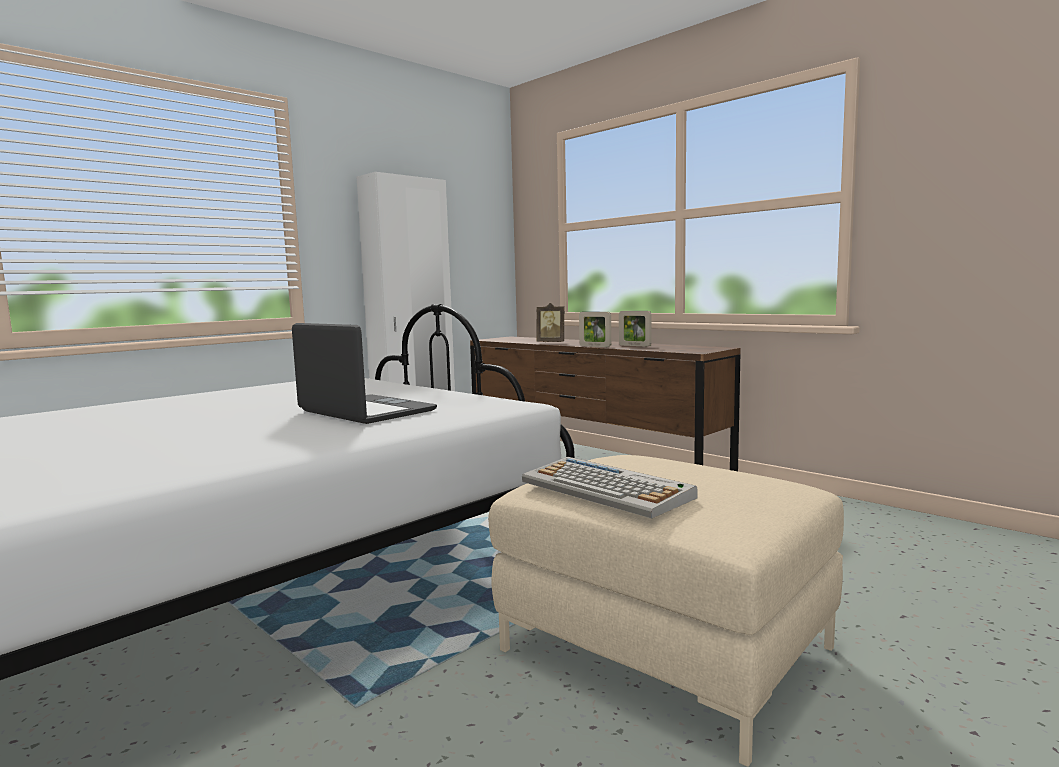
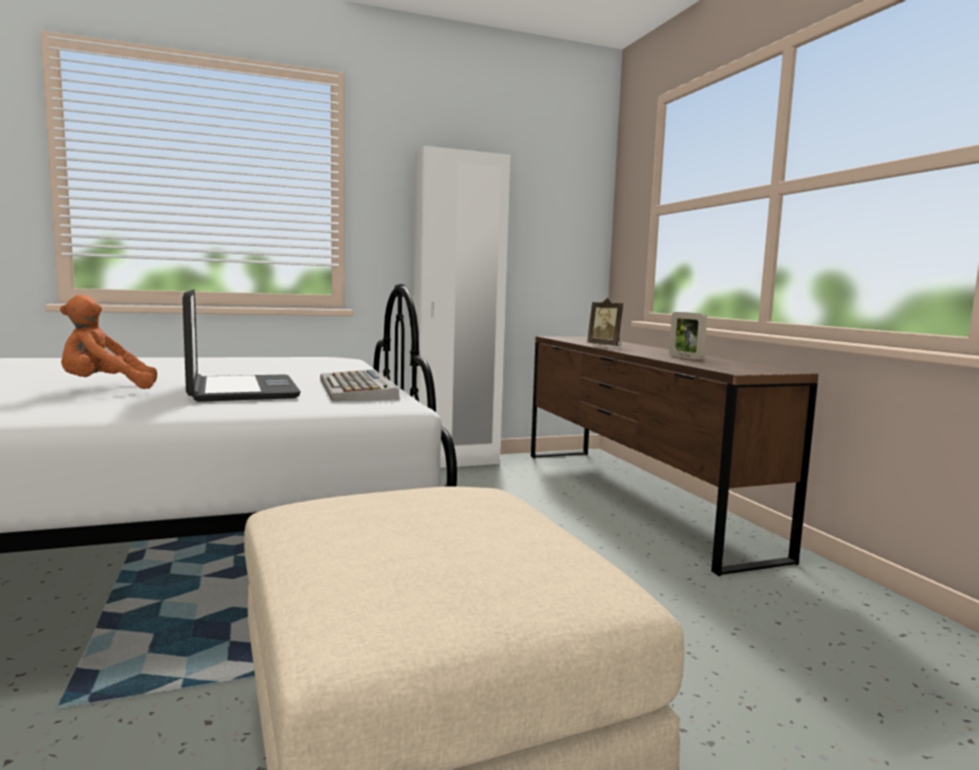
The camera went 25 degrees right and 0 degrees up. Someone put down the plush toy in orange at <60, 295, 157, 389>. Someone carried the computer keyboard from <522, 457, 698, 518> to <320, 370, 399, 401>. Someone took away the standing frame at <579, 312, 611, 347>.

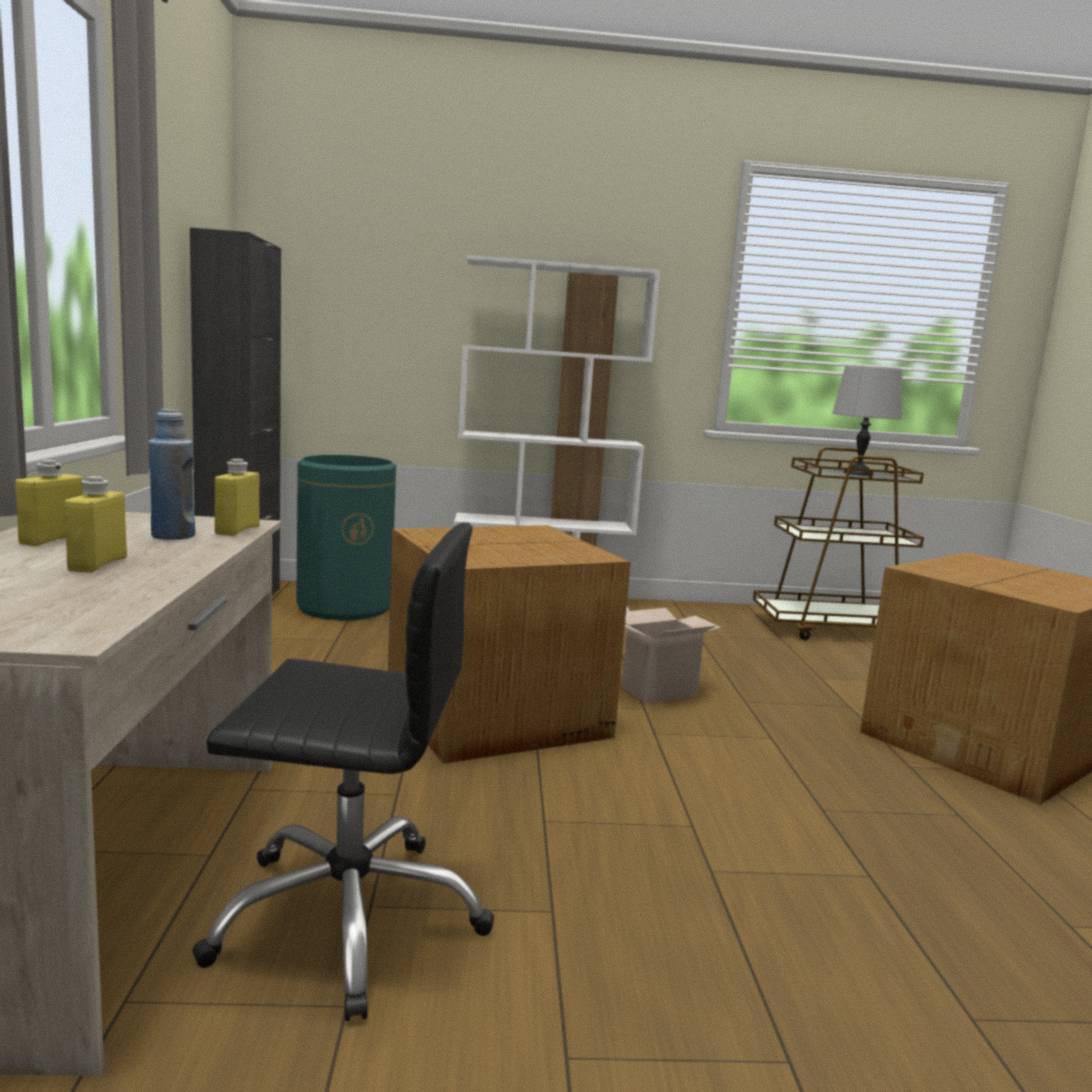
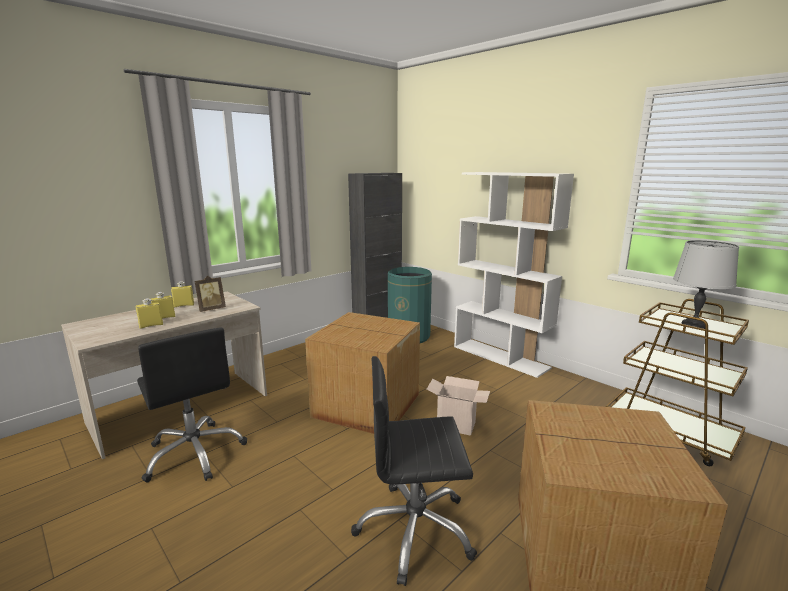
The camera went 50 degrees right and 5 degrees up. Someone carried the beverage bottle in yellowish from <214, 459, 260, 536> to <136, 298, 163, 329>. Someone swapped the beverage bottle in blue at <148, 409, 195, 540> for the standing frame at <194, 276, 226, 312>. Someone put down the computer chair in black-coloured at <351, 356, 477, 586>.

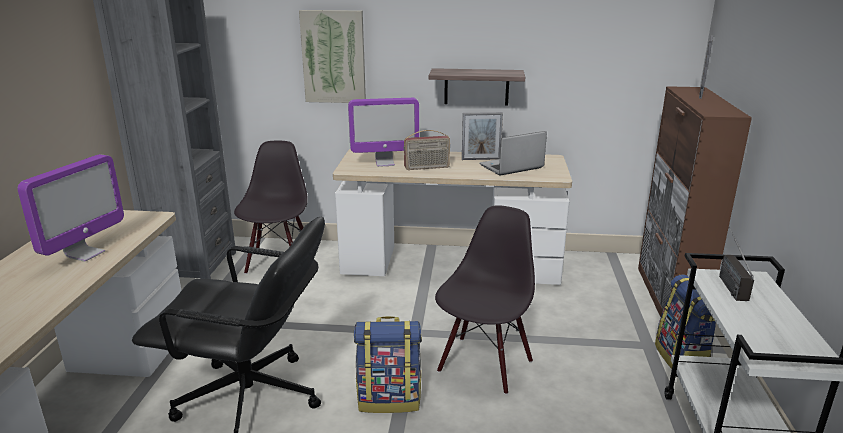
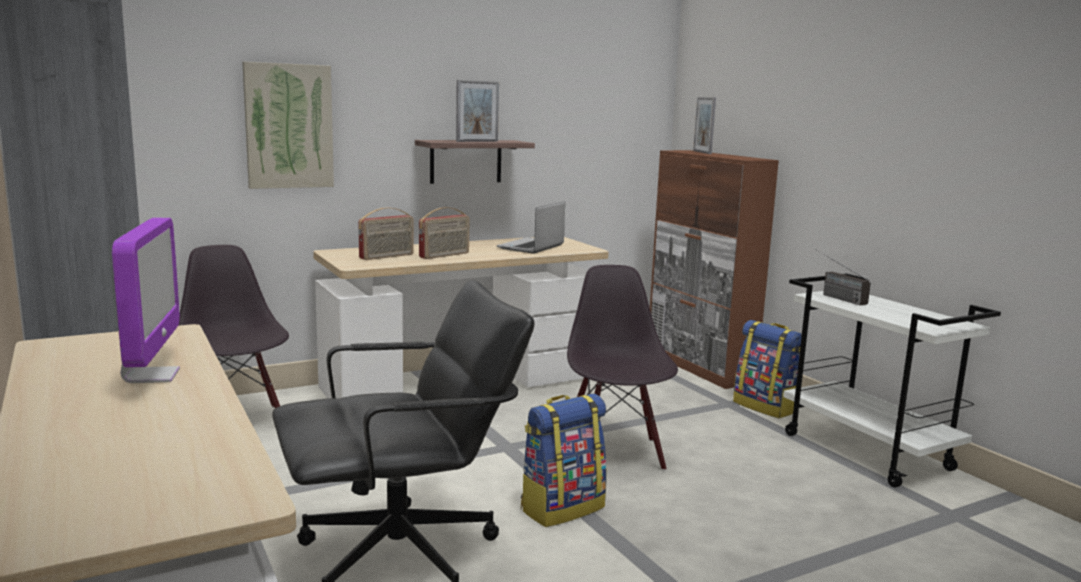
The camera went 35 degrees left and 10 degrees down. Someone swapped the monitor at <348, 98, 419, 167> for the radio at <358, 207, 414, 260>. Someone carried the standing frame from <462, 112, 503, 160> to <456, 80, 499, 142>.

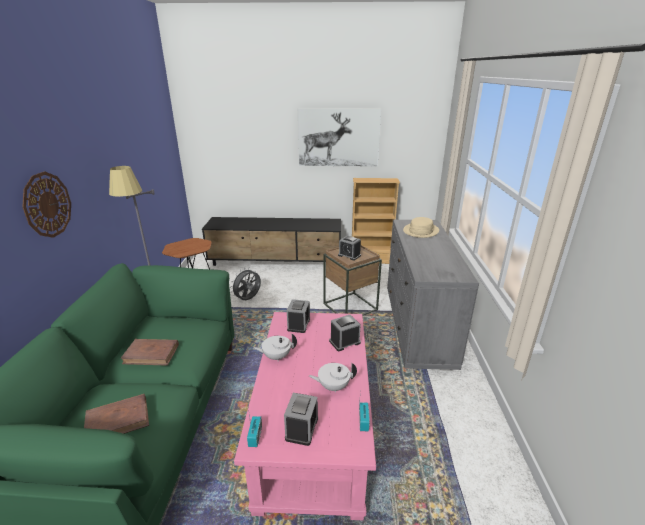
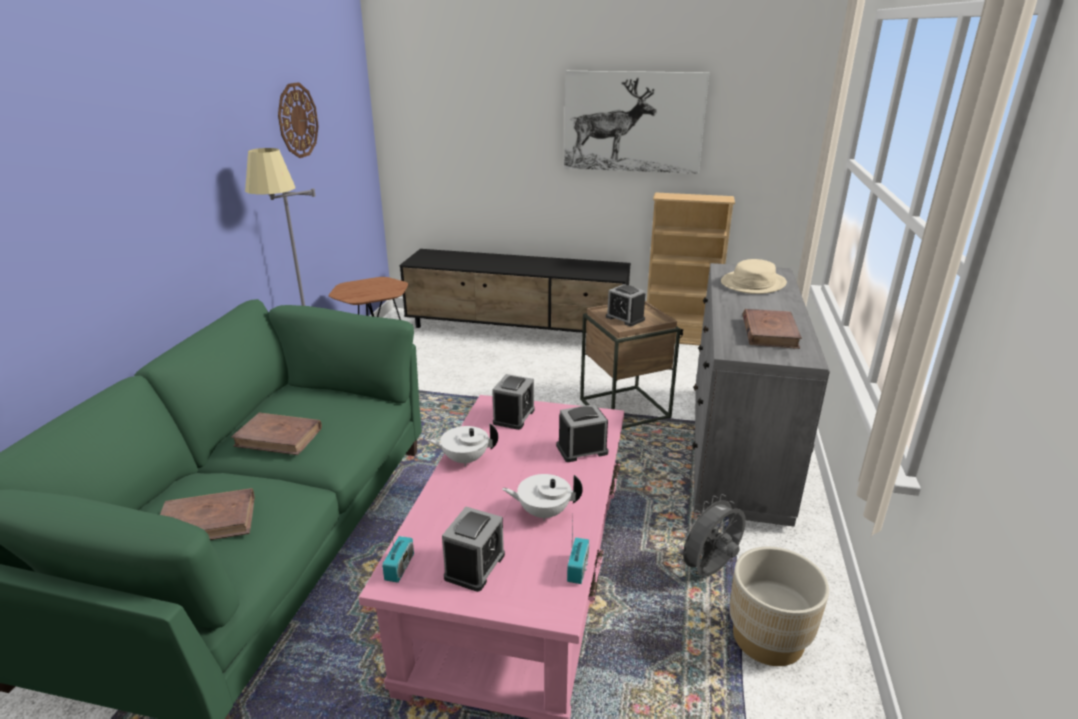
The camera went 10 degrees right and 0 degrees up. Someone carried the hanging clock from <22, 172, 71, 238> to <278, 82, 319, 158>. Someone carried the fan in greyish from <230, 268, 261, 300> to <676, 494, 746, 576>. Someone put down the planter in sand-coloured at <730, 547, 829, 666>. Someone put down the book in brown at <743, 309, 802, 349>.

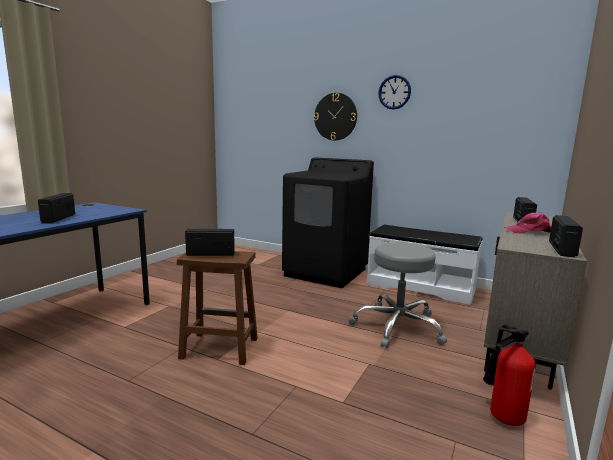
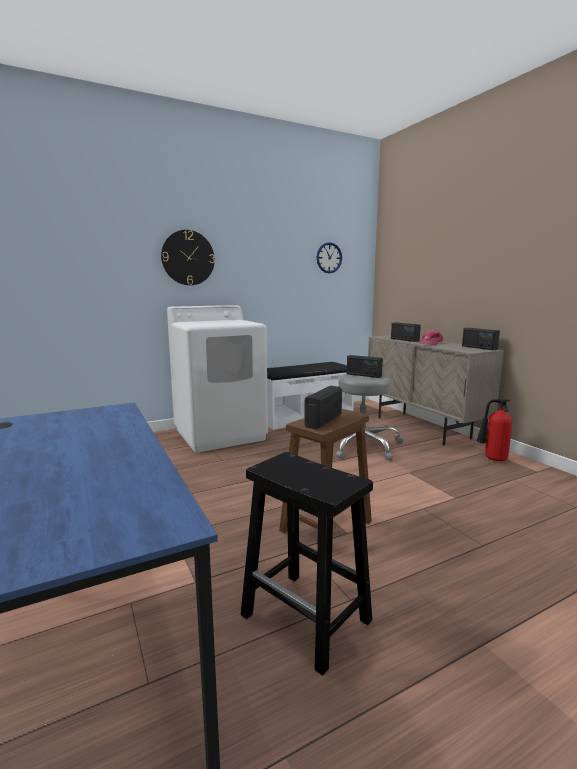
The camera went 55 degrees left and 0 degrees up. Someone repainted the washing machine in black-coloured at <282, 157, 374, 288>, which became the washing machine in white at <167, 305, 268, 453>. Someone put down the sitting stool in black-coloured at <241, 452, 373, 676>. Someone carried the hanging clock from <378, 75, 411, 110> to <316, 242, 342, 273>. Someone carried the radio from <38, 193, 75, 224> to <347, 355, 383, 378>.

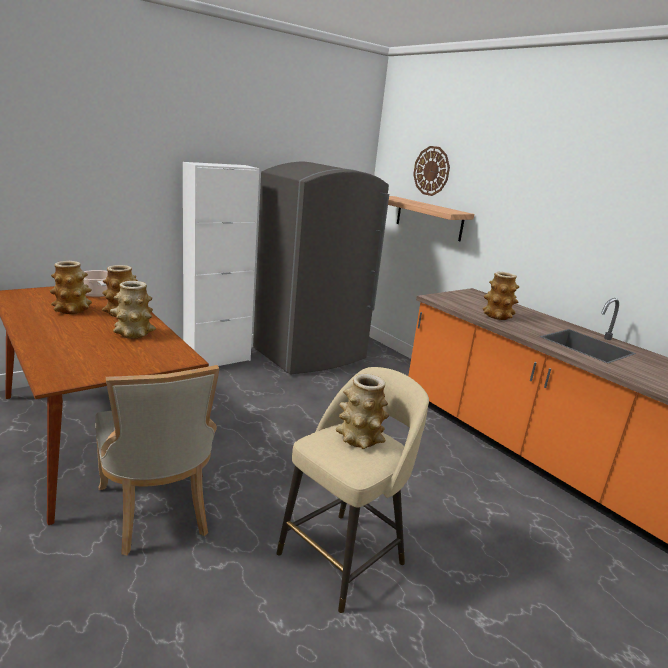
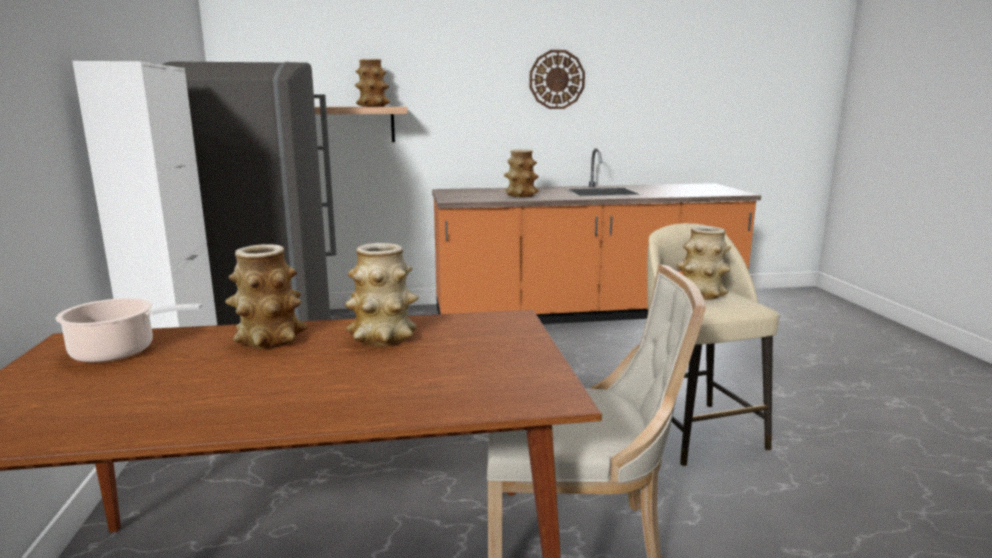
The camera went 60 degrees left and 5 degrees down. Someone carried the decorative vase from <50, 261, 92, 314> to <355, 59, 390, 107>. Someone carried the hanging clock from <413, 146, 450, 196> to <529, 50, 585, 109>.

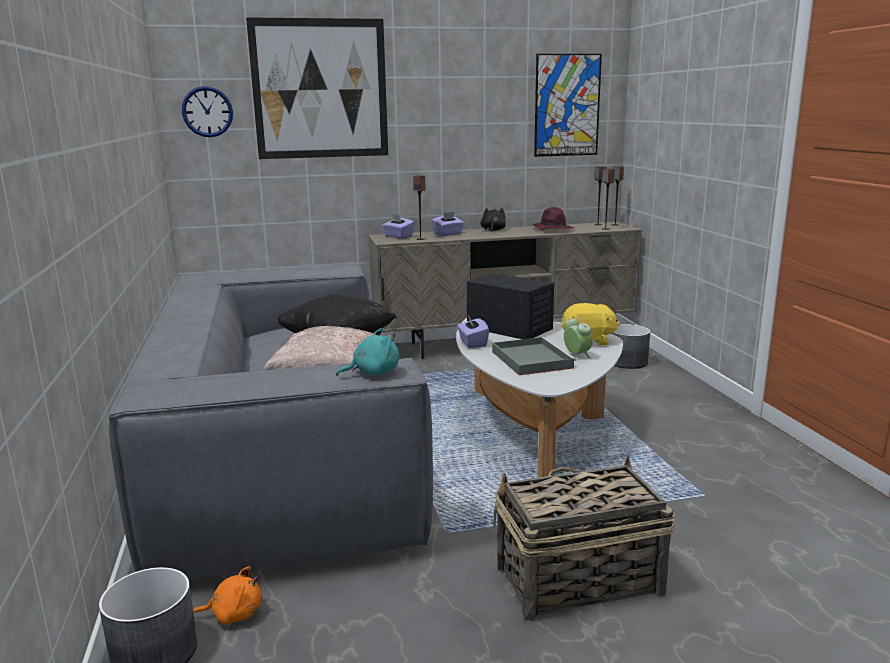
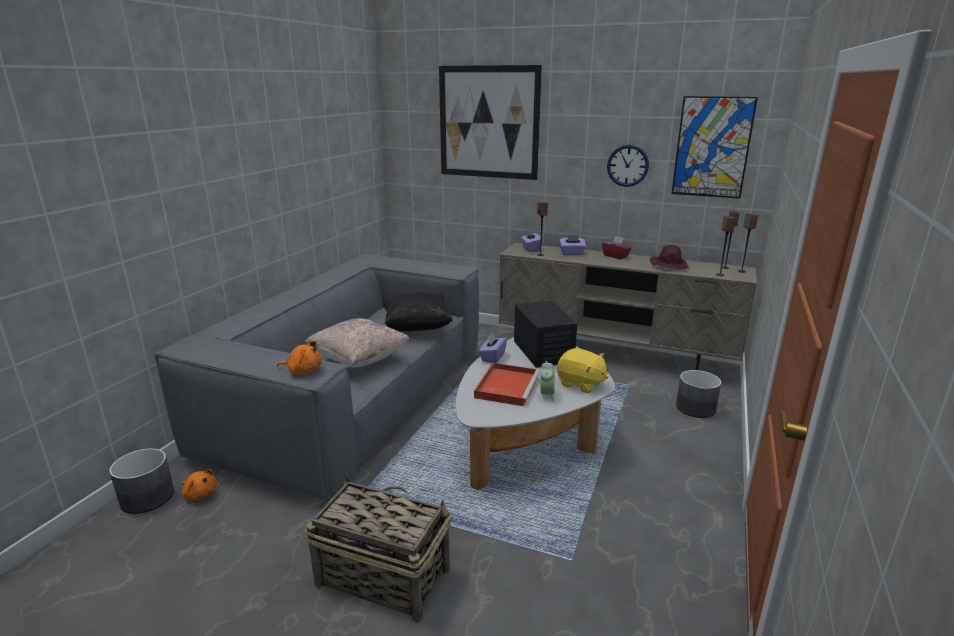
The camera went 35 degrees right and 5 degrees up. Someone repainted the plush toy in turquoise-coloured at <336, 328, 399, 376>, which became the plush toy in orange at <277, 340, 322, 374>. Someone repainted the tray in greyish at <492, 337, 577, 375>, which became the tray in reddish at <474, 363, 540, 406>. Someone swapped the plush toy in black-coloured at <480, 207, 506, 232> for the tissue holder in reddish at <602, 236, 631, 259>. Someone carried the hanging clock from <182, 86, 233, 137> to <607, 145, 649, 187>.

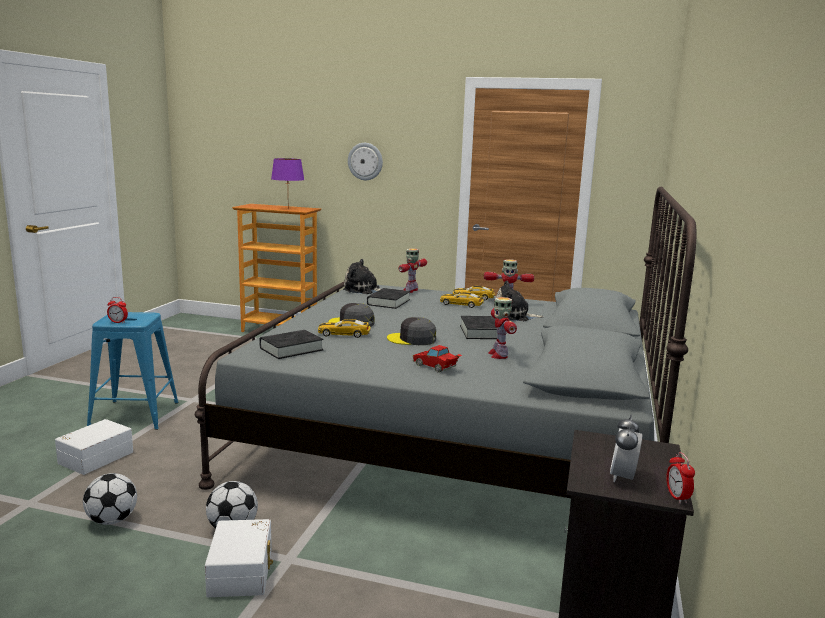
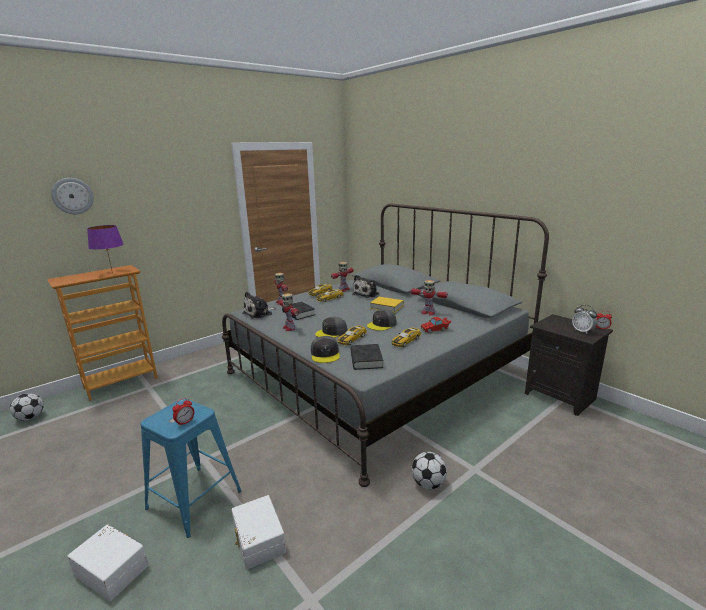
The camera went 55 degrees left and 5 degrees up. Someone carried the football from <83, 473, 137, 525> to <10, 393, 44, 421>. Someone carried the hanging clock from <348, 143, 383, 180> to <51, 178, 94, 214>. Someone carried the storage container in white from <205, 519, 273, 597> to <67, 524, 148, 602>. Someone put down the robot figure at <279, 293, 299, 331>. Someone put down the baseball cap in greyish at <311, 336, 340, 363>. Someone repainted the book in black-coloured at <460, 316, 497, 339>, which became the book in yellowish at <370, 297, 404, 313>. Someone put down the model car at <392, 327, 421, 347>.

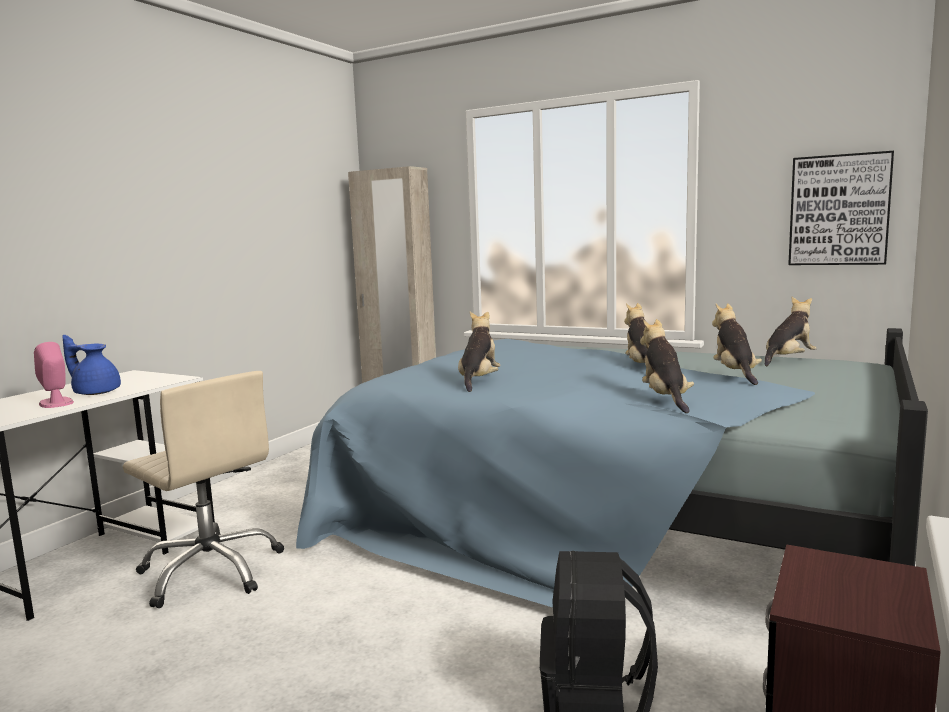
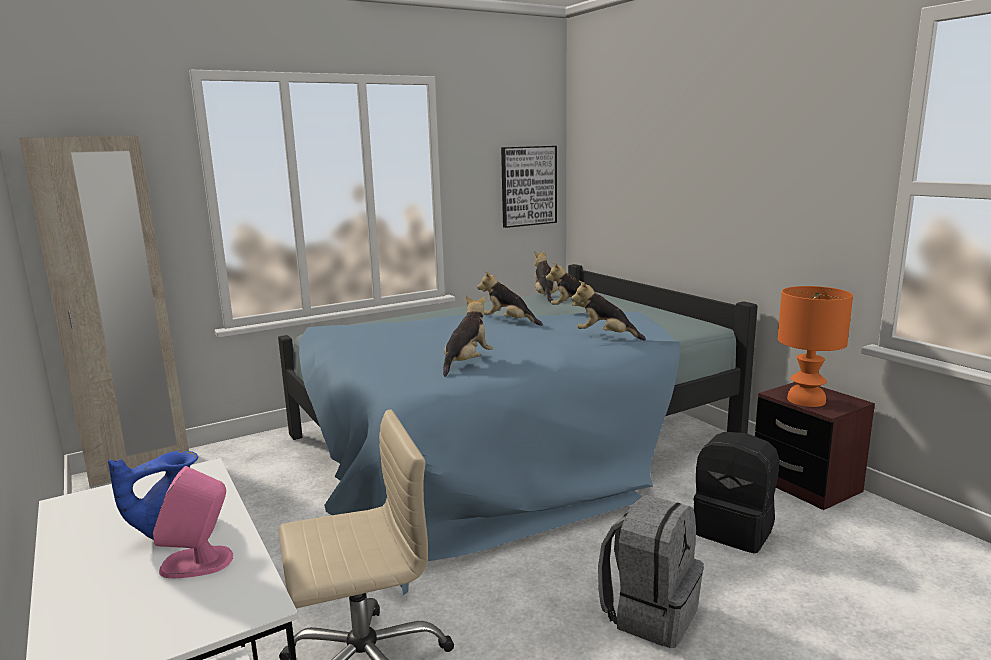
The camera went 60 degrees left and 5 degrees up. Someone rotated the plush toy at <458, 312, 501, 392> by 75 degrees clockwise. Someone put down the knapsack in greyish at <598, 495, 704, 648>. Someone put down the tabletop lamp in orange at <778, 286, 853, 407>.

